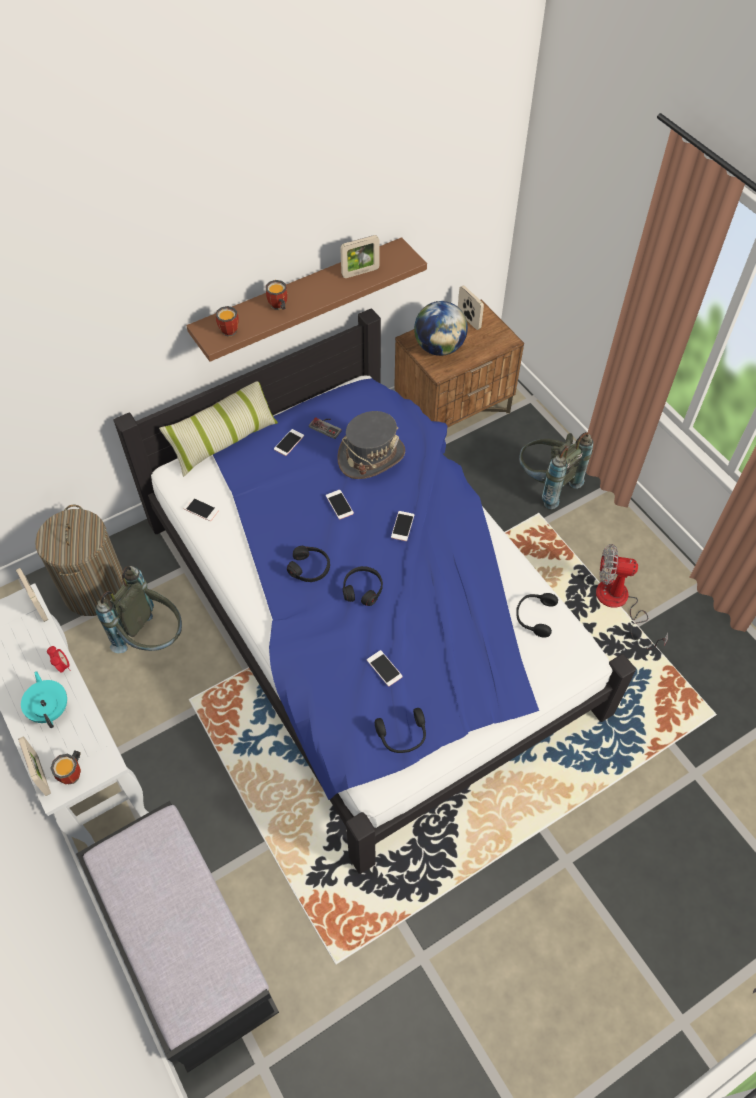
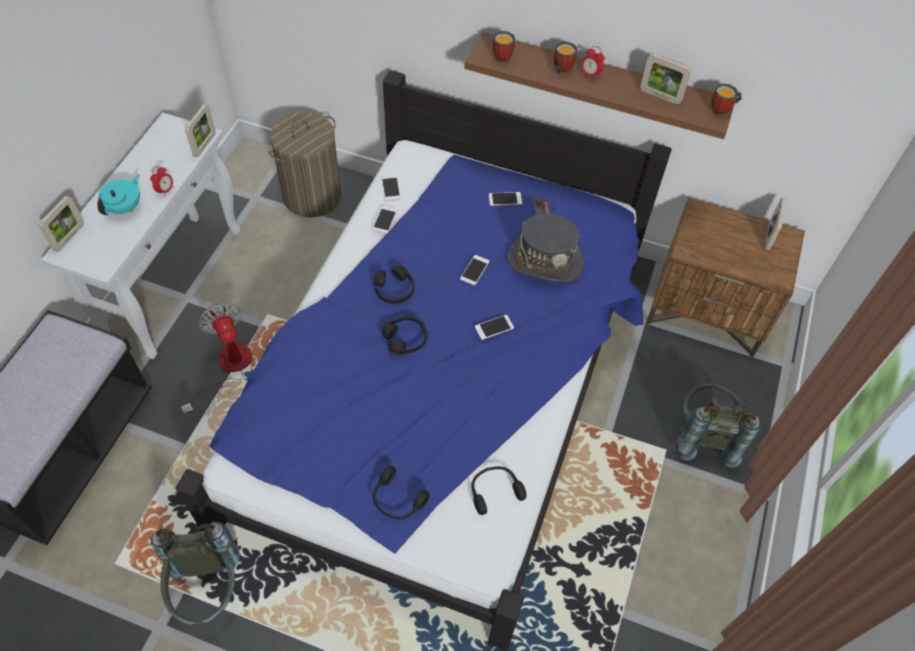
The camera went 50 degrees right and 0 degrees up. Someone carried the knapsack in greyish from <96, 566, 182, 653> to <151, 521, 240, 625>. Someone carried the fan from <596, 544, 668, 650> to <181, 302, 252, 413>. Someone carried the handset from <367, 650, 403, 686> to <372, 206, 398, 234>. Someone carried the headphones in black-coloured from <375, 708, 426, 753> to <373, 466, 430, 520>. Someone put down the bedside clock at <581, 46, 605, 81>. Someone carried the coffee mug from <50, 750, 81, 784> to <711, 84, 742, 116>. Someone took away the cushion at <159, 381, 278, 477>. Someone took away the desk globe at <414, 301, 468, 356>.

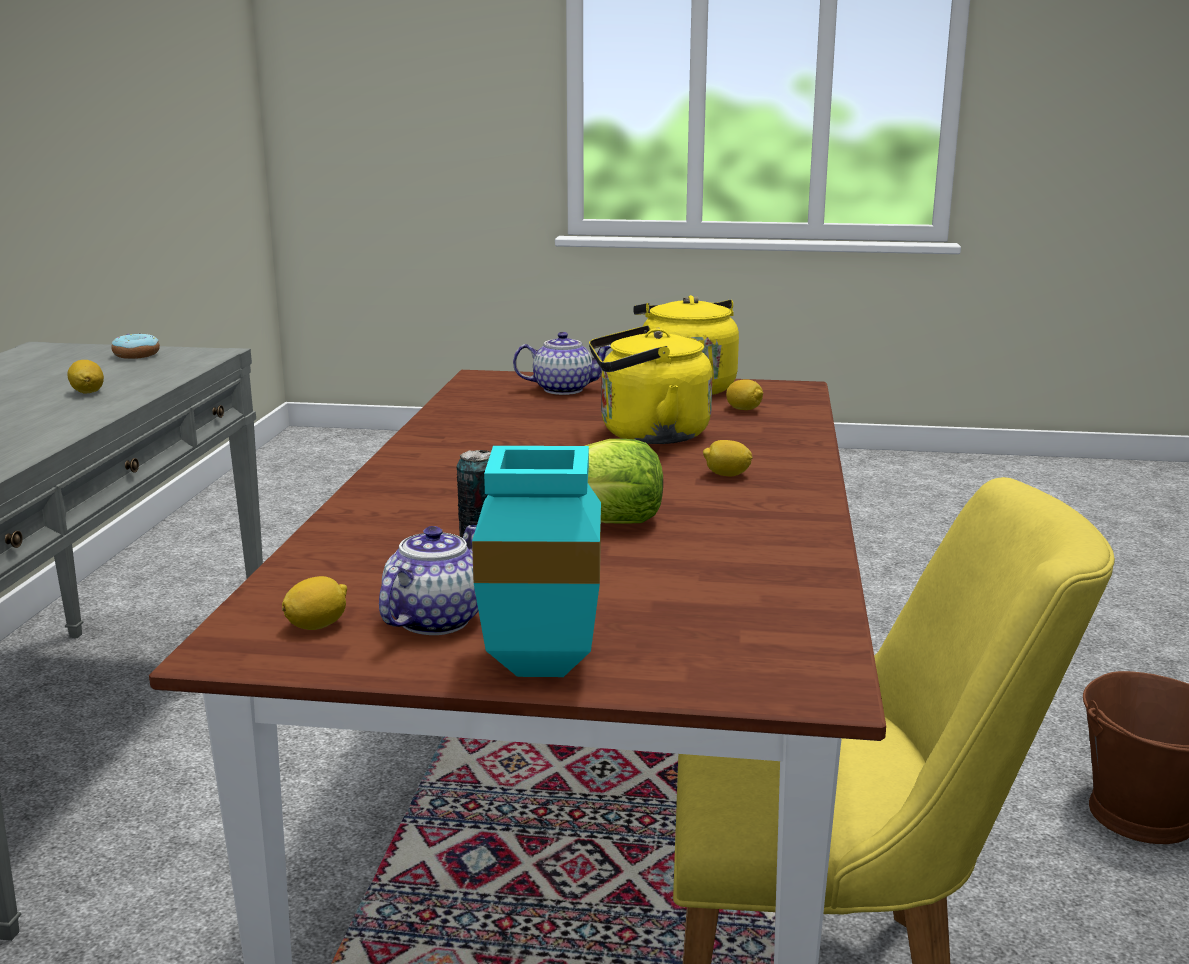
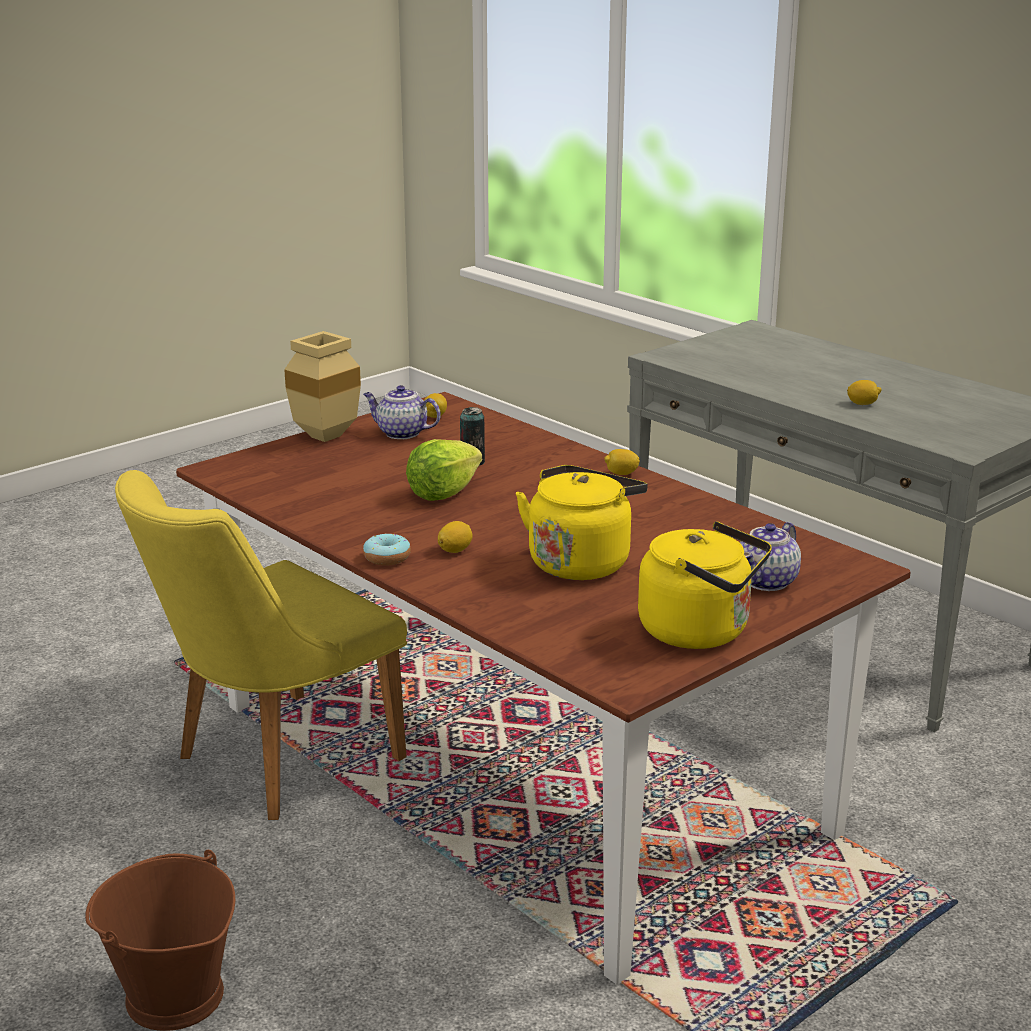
The camera went 130 degrees right and 5 degrees up. Someone repainted the decorative vase in turquoise-coloured at <472, 446, 601, 677>, which became the decorative vase in sand-coloured at <284, 331, 361, 442>. Someone rotated the pot for tea at <379, 525, 478, 635> by 135 degrees clockwise. Someone carried the ring doughnut from <111, 333, 160, 359> to <363, 533, 411, 566>. Someone carried the citrus fruit from <726, 379, 763, 410> to <604, 449, 640, 475>.

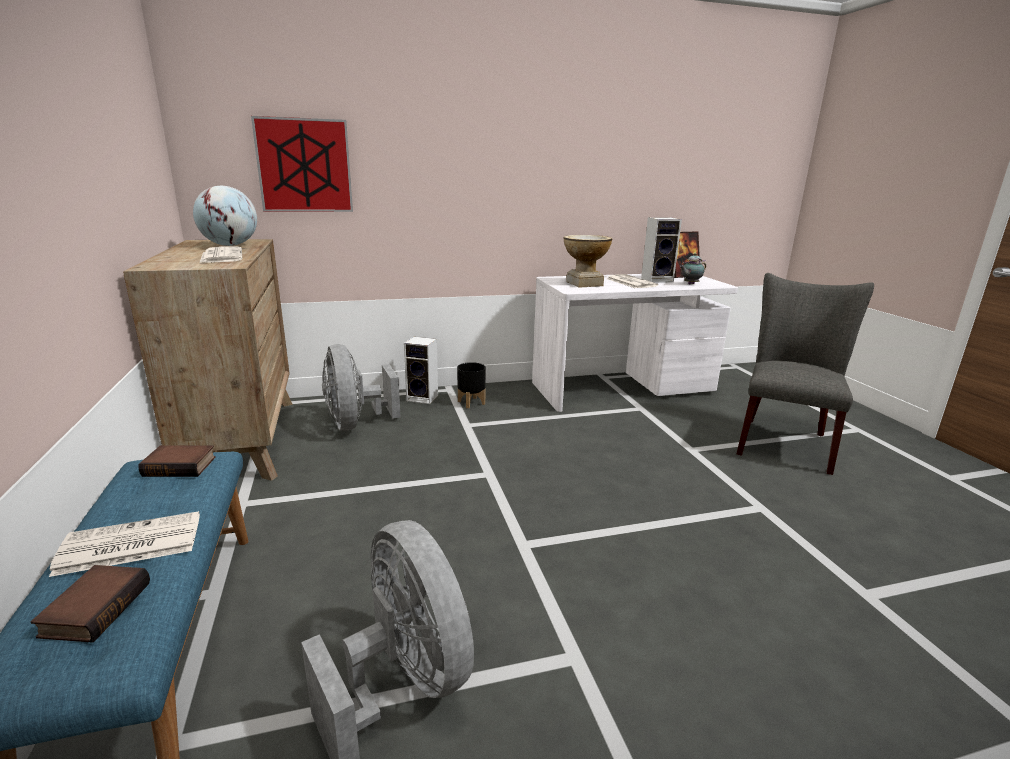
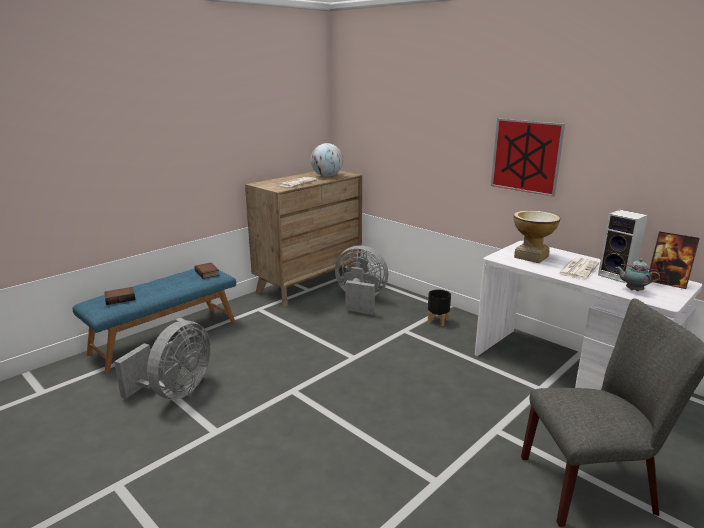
The camera went 60 degrees right and 0 degrees up. Someone rotated the fan in greyish at <322, 344, 400, 431> by 75 degrees clockwise. Someone carried the wall picture from <251, 116, 353, 212> to <491, 119, 565, 197>. Someone took away the newspaper at <49, 511, 200, 577>. Someone took away the loudspeaker at <404, 337, 438, 404>.

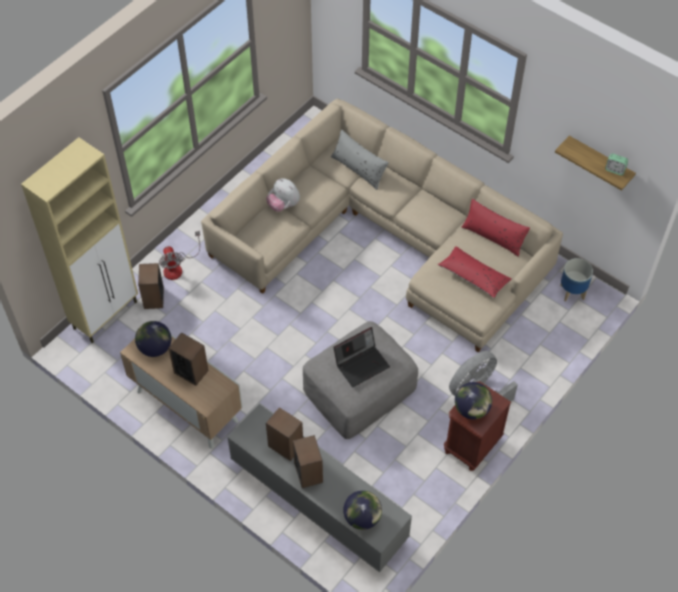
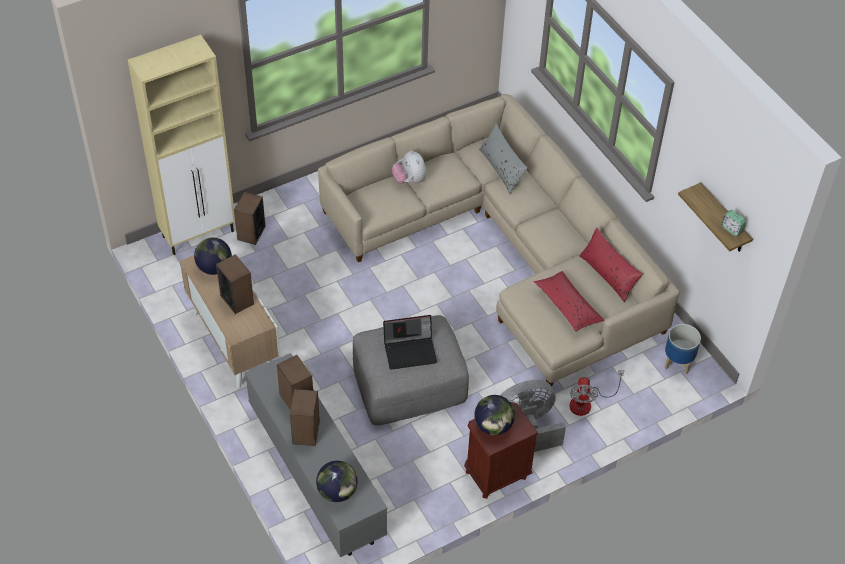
The camera went 20 degrees right and 5 degrees down. Someone carried the fan from <159, 231, 200, 280> to <569, 370, 625, 416>.

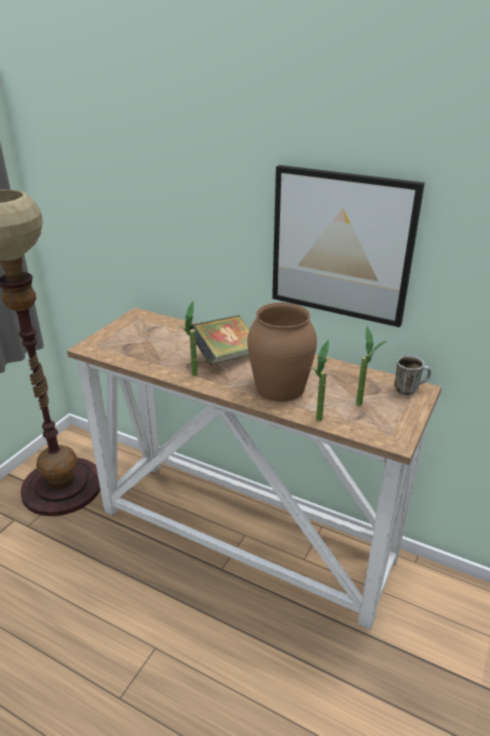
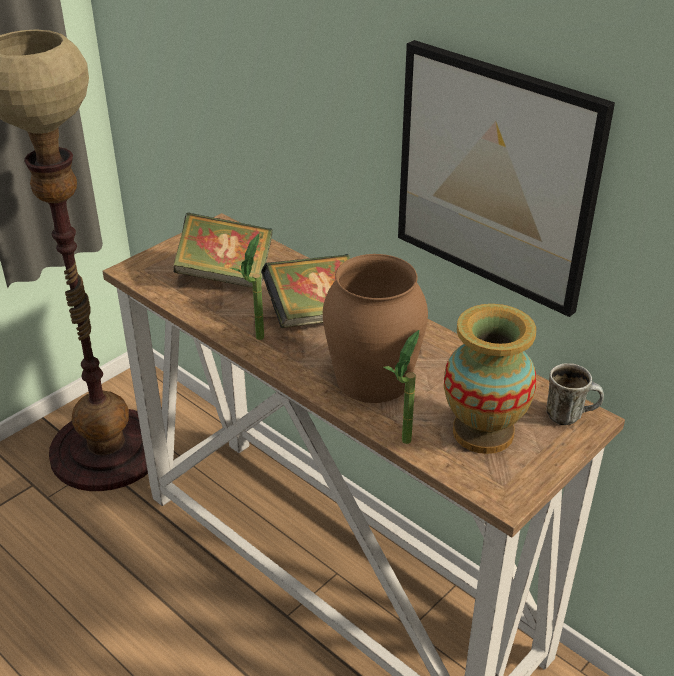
The camera went 15 degrees right and 5 degrees up. Someone put down the book at <174, 213, 273, 288>. Someone swapped the plant in a pot at <356, 326, 387, 406> for the decorative vase at <444, 304, 536, 454>.

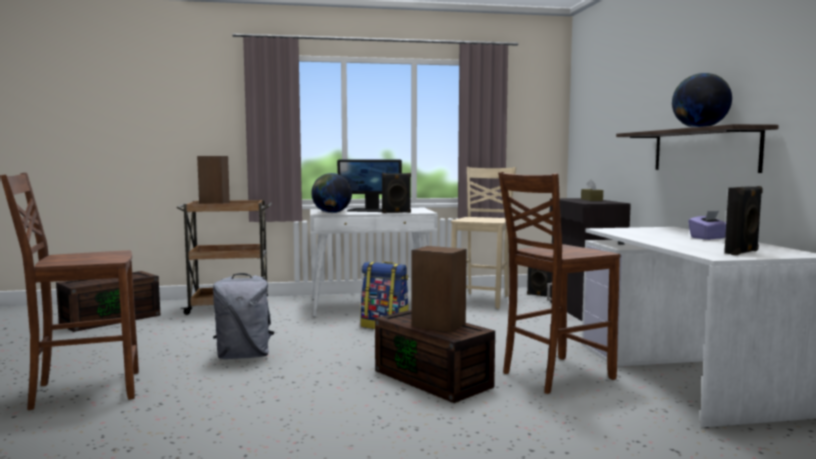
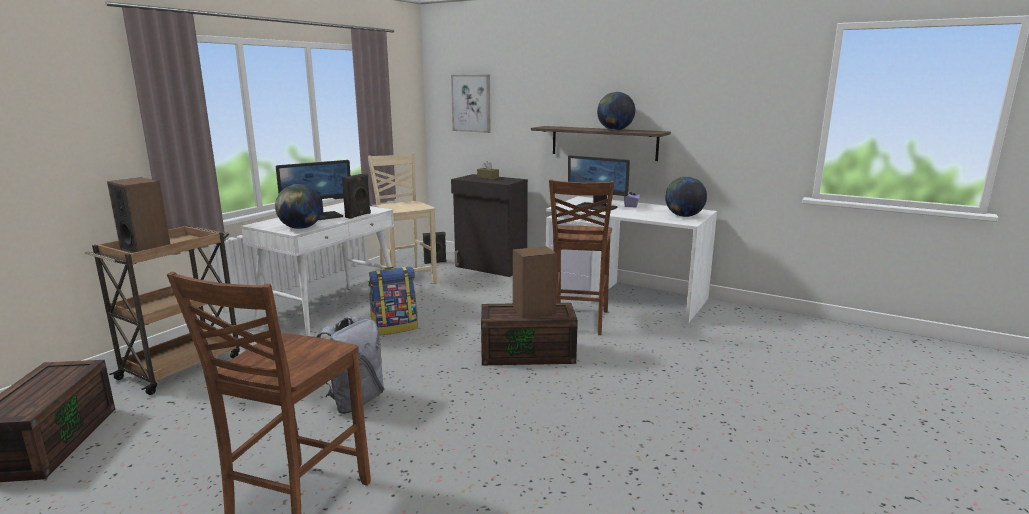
The camera went 50 degrees left and 10 degrees up. Someone put up the wall picture at <451, 75, 491, 133>. Someone put down the monitor at <568, 155, 630, 212>. Someone swapped the loudspeaker in black-coloured at <724, 186, 763, 255> for the desk globe at <665, 176, 707, 217>.

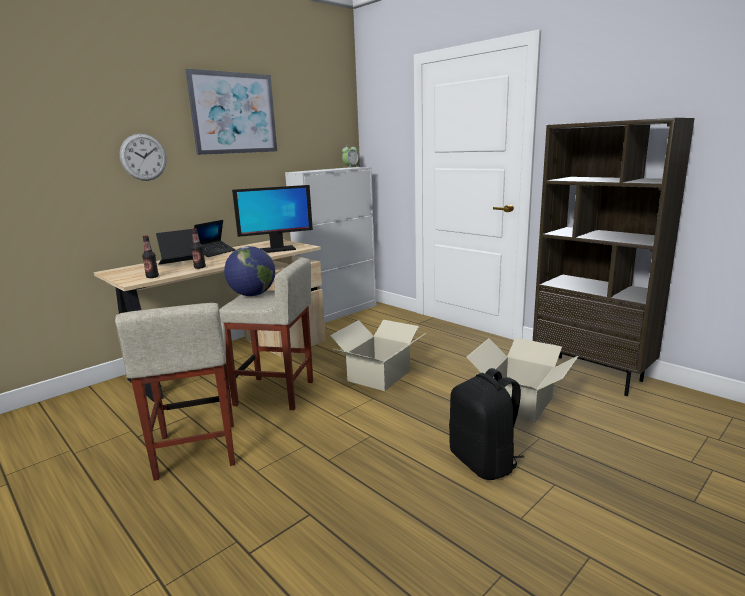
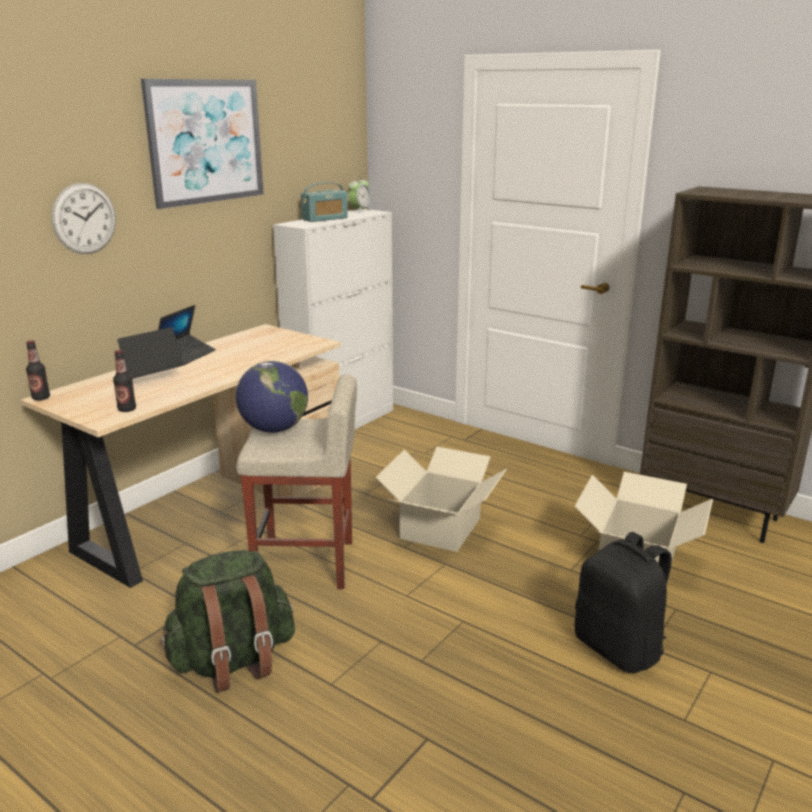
The camera went 10 degrees left and 5 degrees up. Someone carried the beverage bottle from <191, 228, 206, 269> to <26, 340, 50, 401>. Someone swapped the sitting stool in sand-coloured at <115, 303, 235, 481> for the knapsack in greenish at <159, 550, 295, 693>. Someone put down the radio at <301, 182, 348, 222>. Someone took away the monitor at <232, 185, 313, 253>.

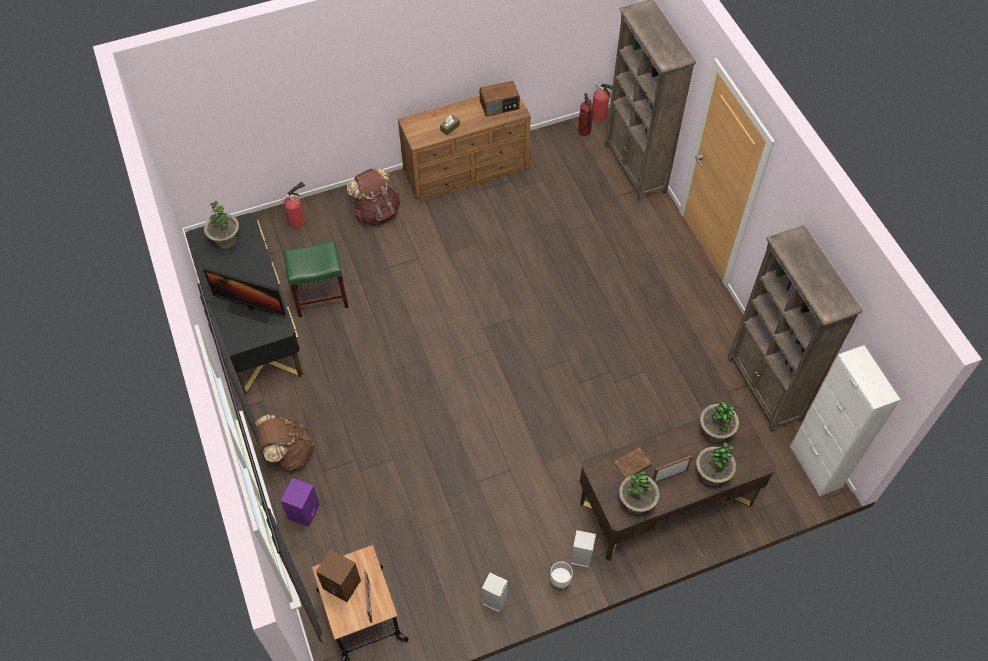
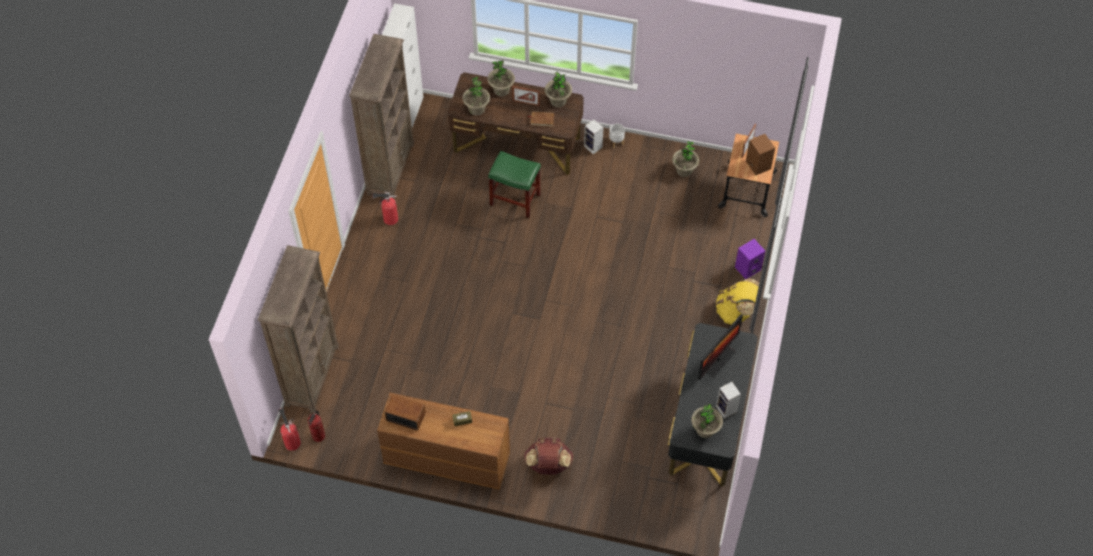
The camera went 145 degrees left and 0 degrees up. Someone carried the extinguisher from <281, 181, 305, 229> to <372, 191, 398, 225>. Someone carried the sitting stool in greenish from <283, 241, 349, 317> to <488, 151, 541, 218>. Someone put down the plant in a pot at <672, 141, 699, 177>. Someone rotated the monitor at <203, 268, 286, 323> by 75 degrees clockwise. Someone repainted the knapsack in brown at <255, 414, 314, 471>, which became the knapsack in yellowish at <716, 278, 759, 325>. Someone carried the loudspeaker from <482, 572, 508, 612> to <716, 382, 741, 419>.

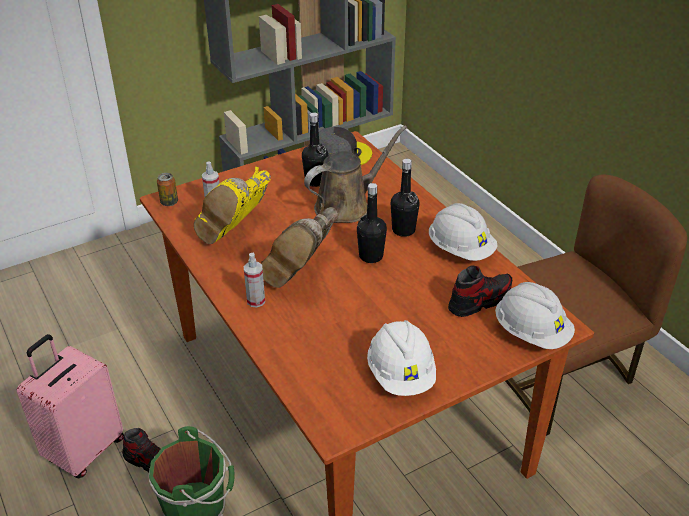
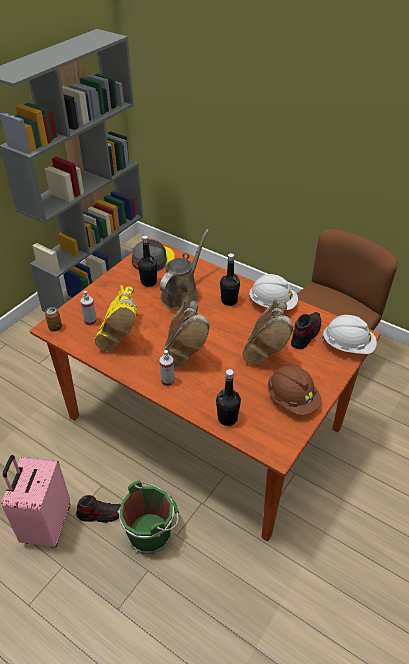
The camera went 25 degrees left and 5 degrees up. Someone carried the beverage bottle in black-coloured from <357, 183, 387, 263> to <216, 369, 241, 426>. Someone put down the tall boot in brown at <243, 299, 293, 365>. Someone repainted the hard hat in white at <367, 320, 436, 396>, which became the hard hat in brown at <268, 364, 322, 415>.

